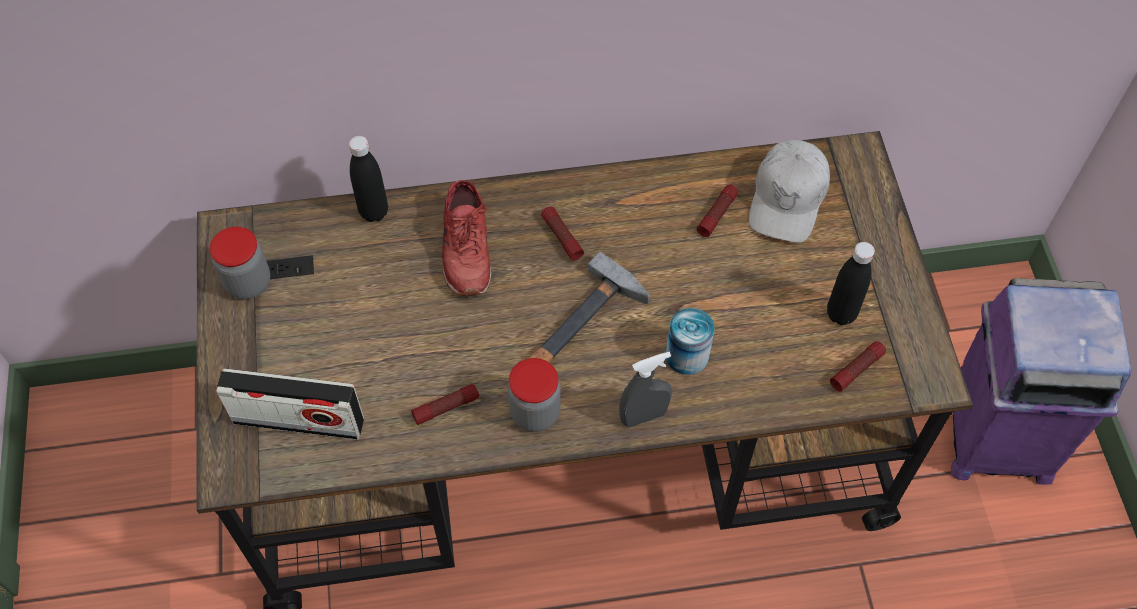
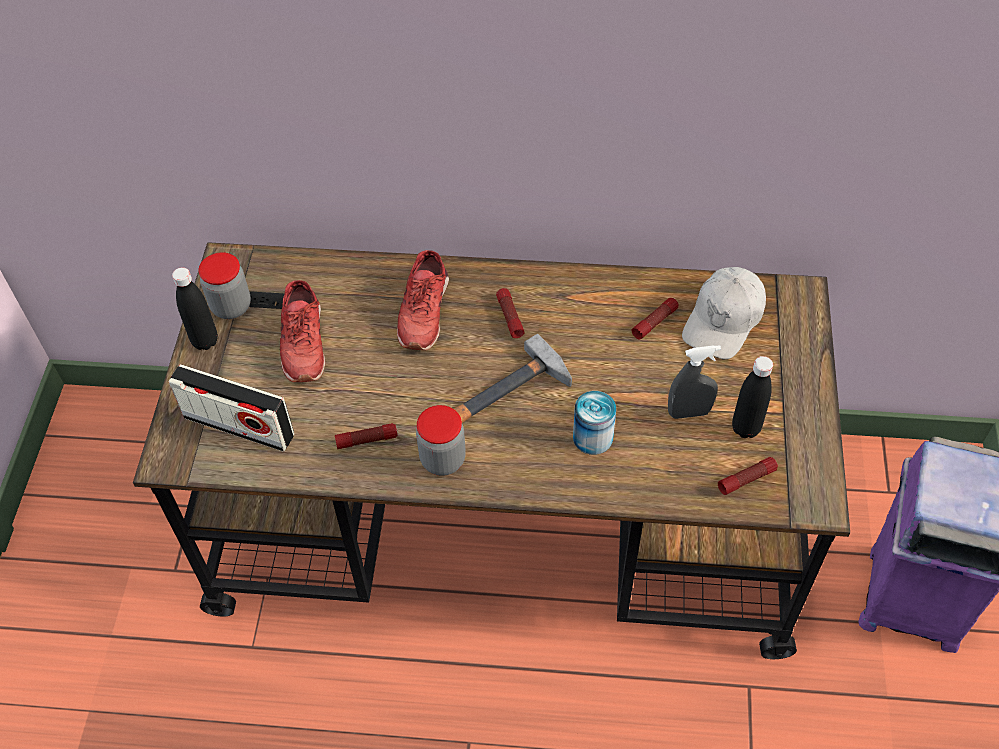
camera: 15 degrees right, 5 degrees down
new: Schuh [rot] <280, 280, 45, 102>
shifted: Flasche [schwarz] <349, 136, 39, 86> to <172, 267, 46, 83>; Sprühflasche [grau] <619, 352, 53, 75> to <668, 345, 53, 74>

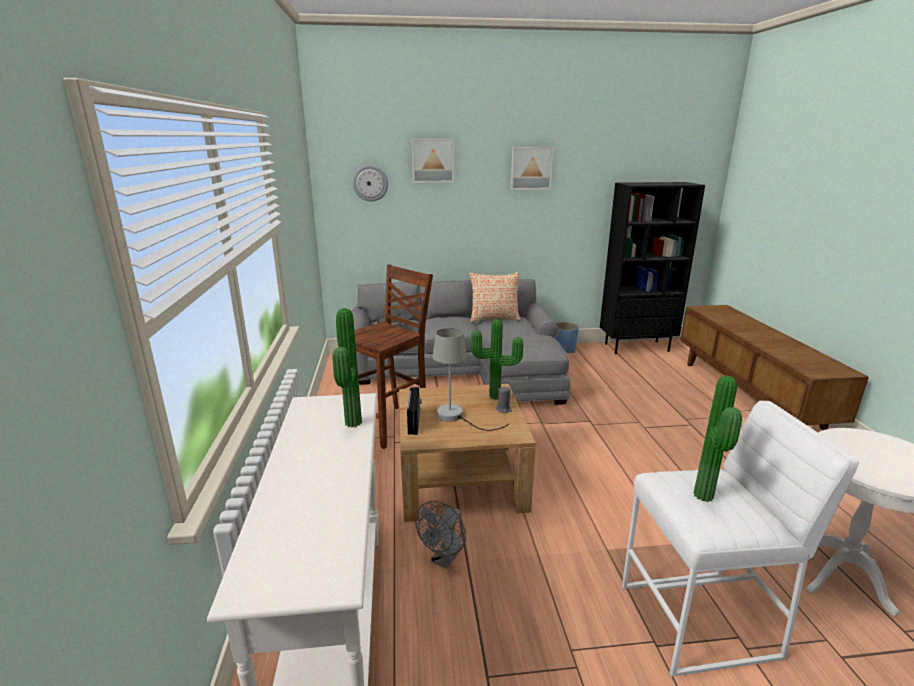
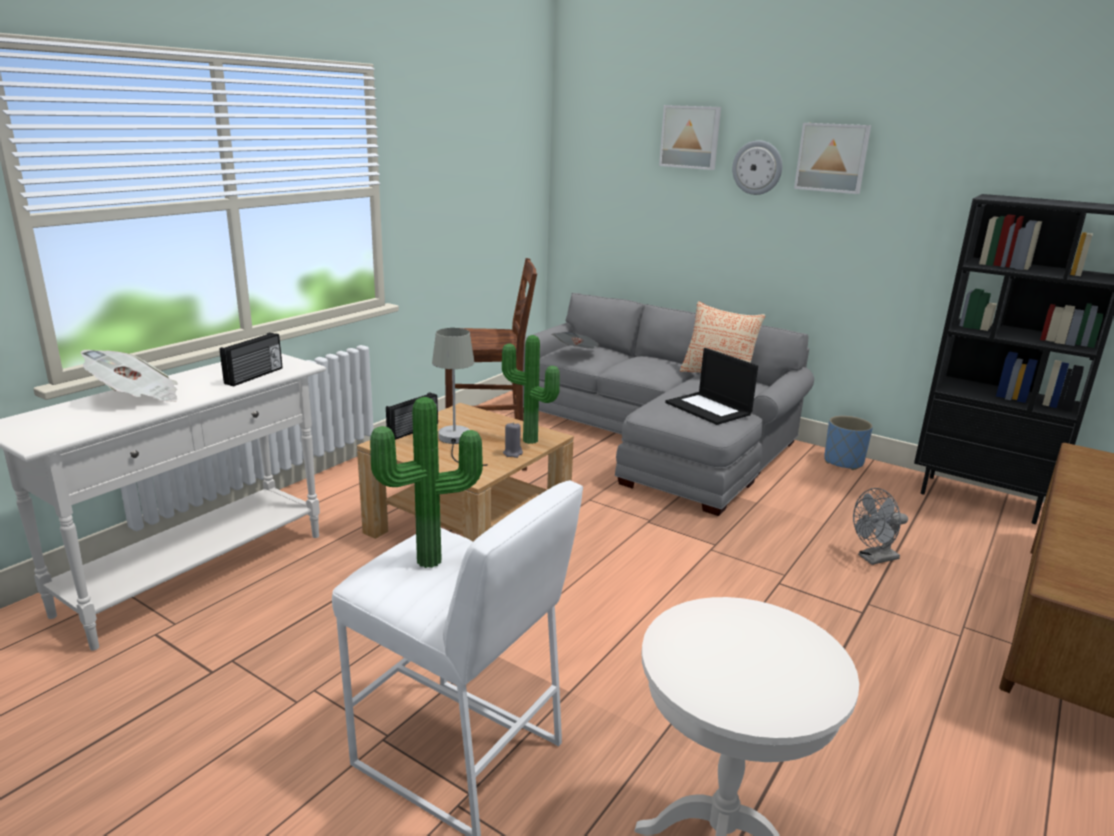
camera: 40 degrees right, 0 degrees up
new: Zeitung <80, 350, 98, 52>; Laptop <665, 348, 93, 77>
shifted: Wanduhr <353, 165, 35, 37> to <732, 140, 50, 55>; Ventilator [grau] <415, 501, 51, 67> to <853, 488, 55, 77>
swapped: Topfpflanze <333, 308, 29, 119> to Radio <220, 333, 63, 53>

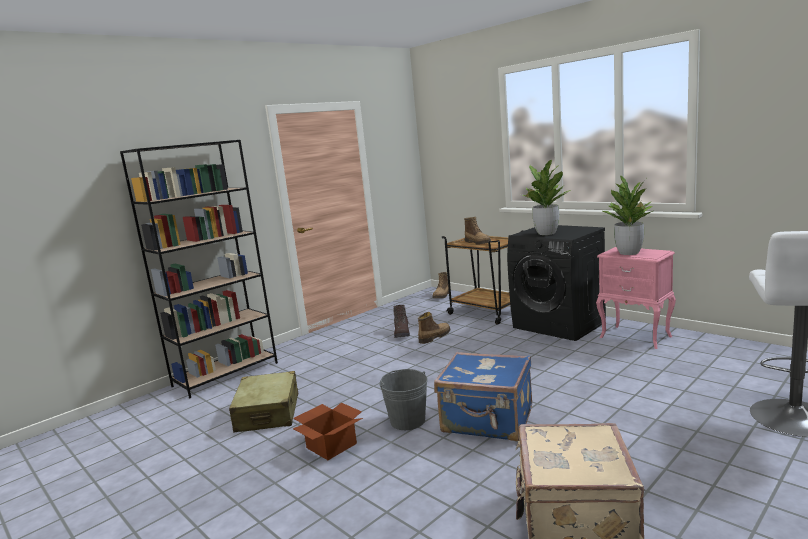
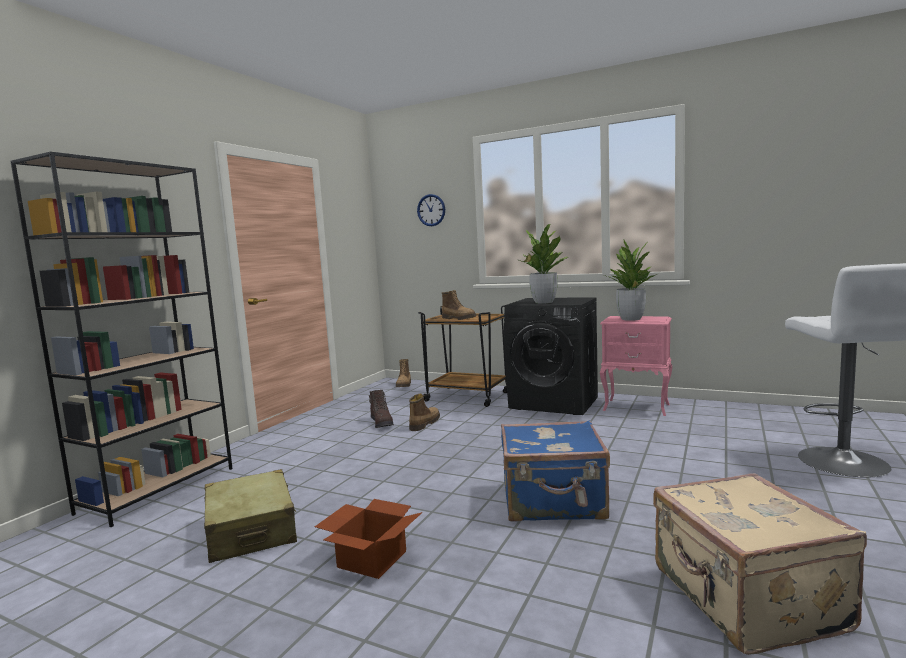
camera: 20 degrees left, 5 degrees down
gone: Eimer [grau] <379, 369, 49, 61>
new: Wanduhr <417, 194, 28, 32>

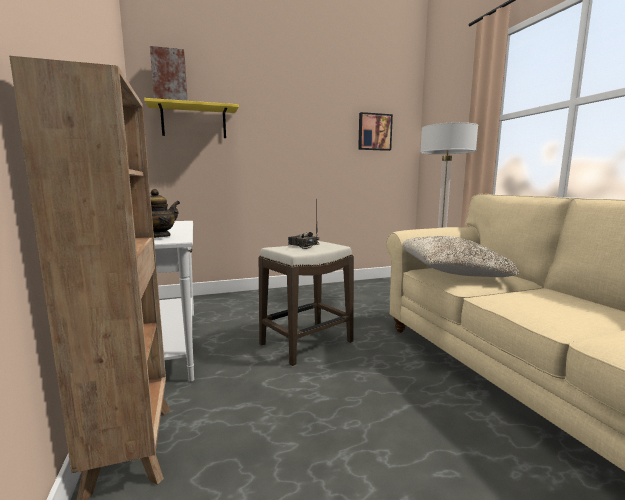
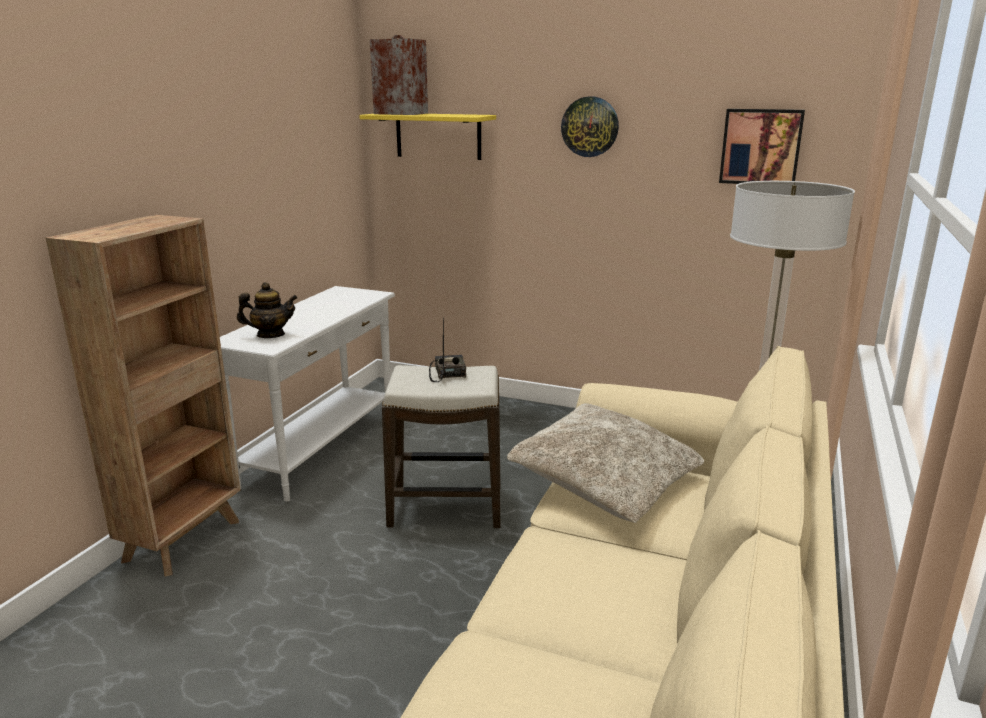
camera: 40 degrees right, 10 degrees up
new: Wanduhr <561, 96, 58, 61>

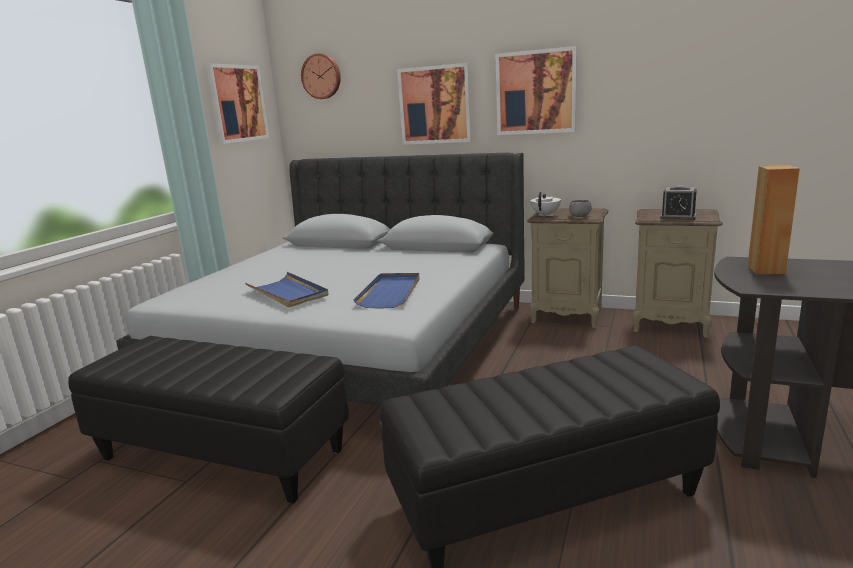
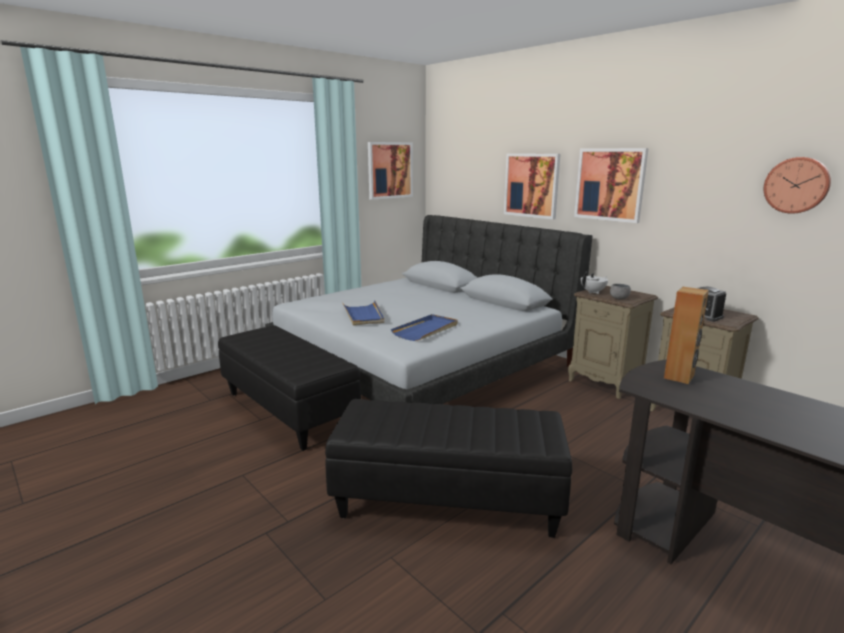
camera: 25 degrees right, 0 degrees up
shifted: Wanduhr <301, 54, 40, 45> to <764, 157, 67, 57>

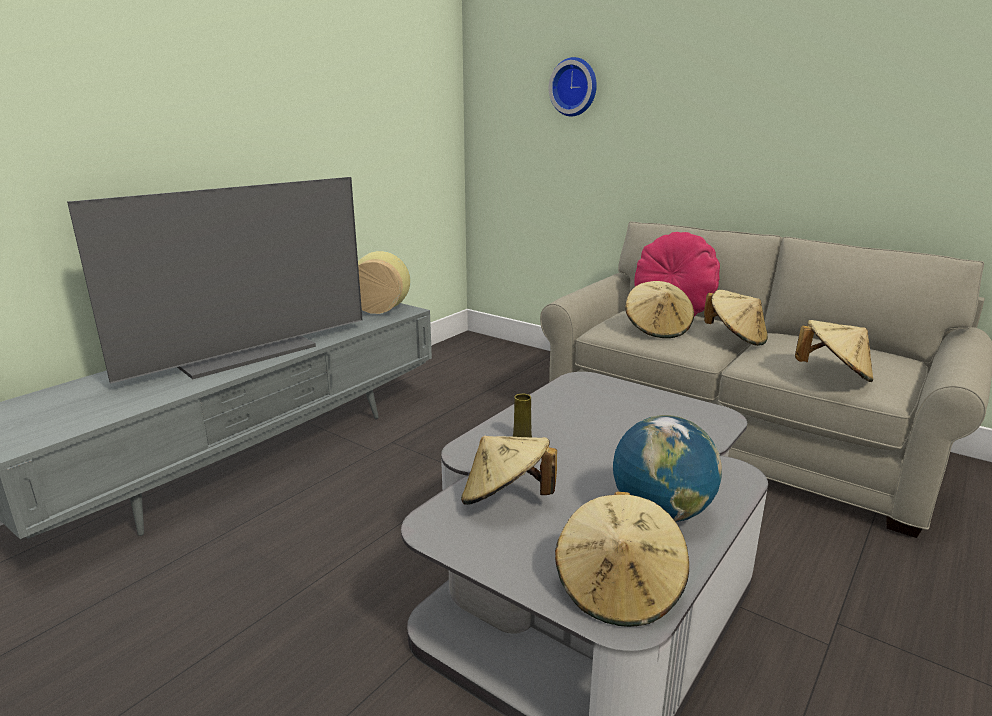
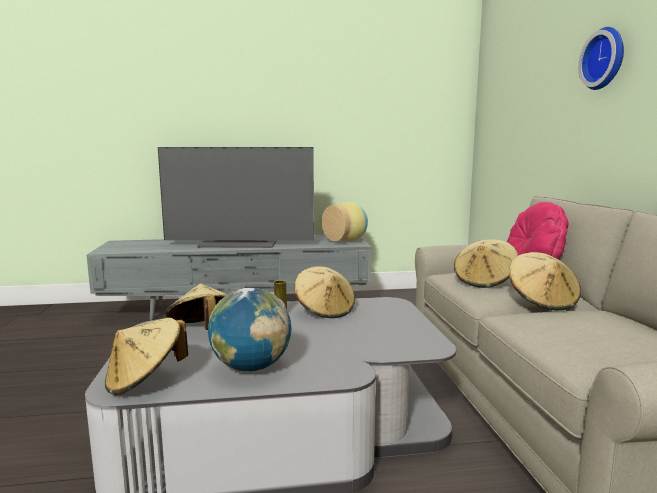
camera: 45 degrees right, 10 degrees down
shifted: Wanduhr <549, 57, 48, 59> to <578, 27, 46, 63>; Hut [beige] <795, 320, 79, 62> to <295, 266, 60, 52>

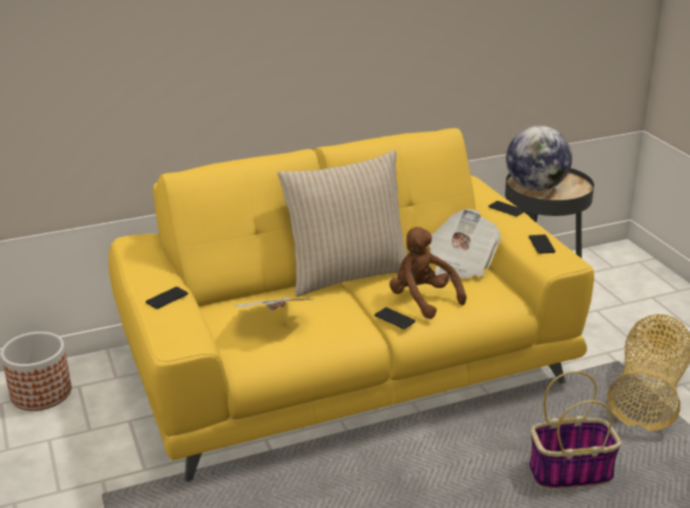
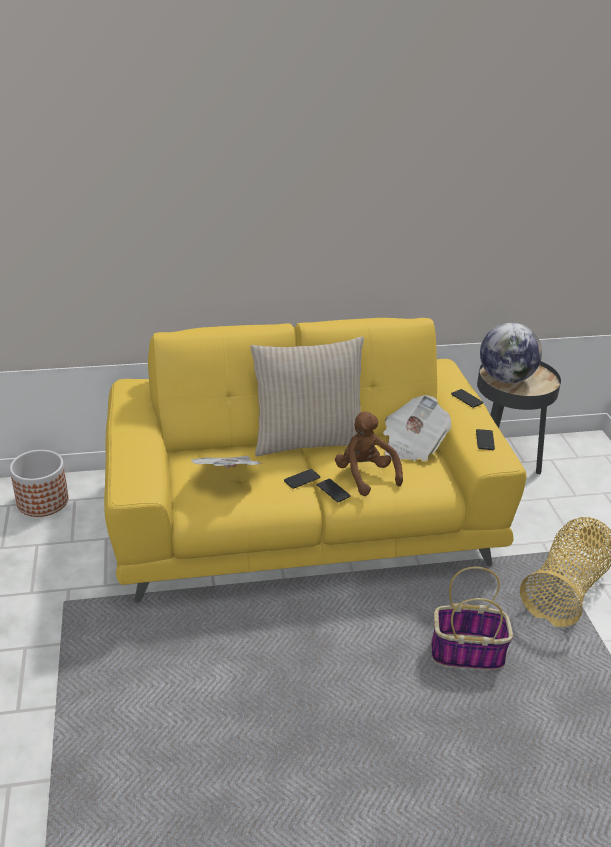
camera: 10 degrees right, 5 degrees up
shifted: Handy <146, 287, 42, 22> to <284, 469, 36, 20>

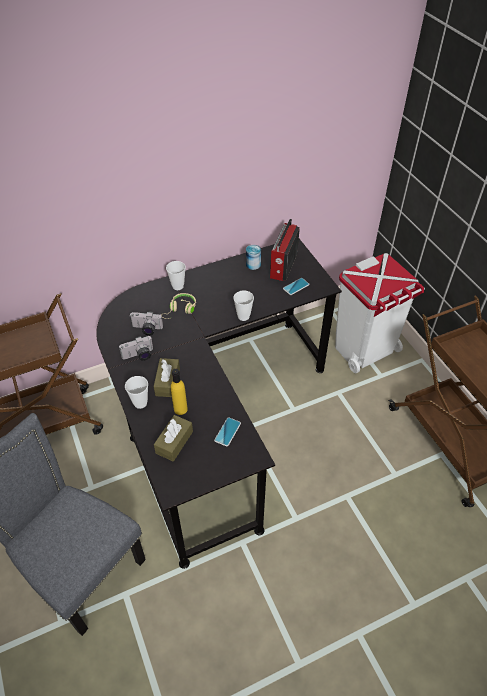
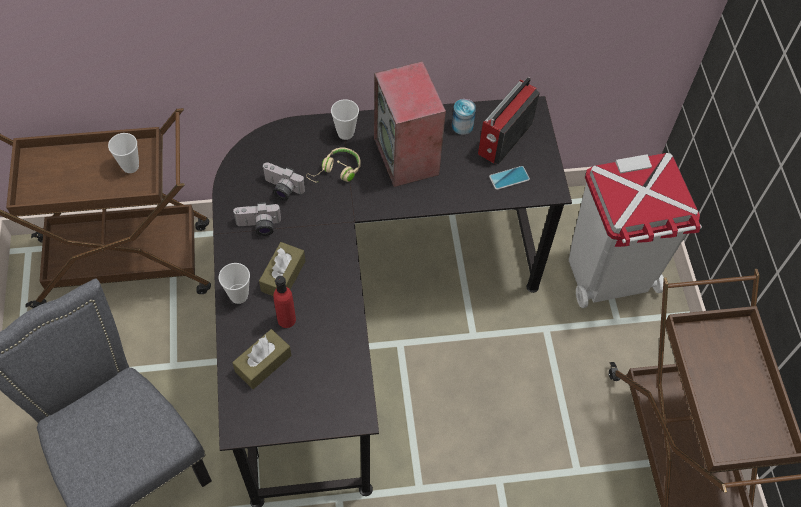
camera: 15 degrees right, 10 degrees up
gone: Handy <214, 417, 27, 30>
new: Lautsprecher <374, 61, 72, 126>
shifted: Tasse <233, 291, 21, 30> to <108, 133, 31, 40>
repainted: Flasche [gelb] <171, 369, 17, 46> to Flasche [rot] <273, 276, 23, 52>

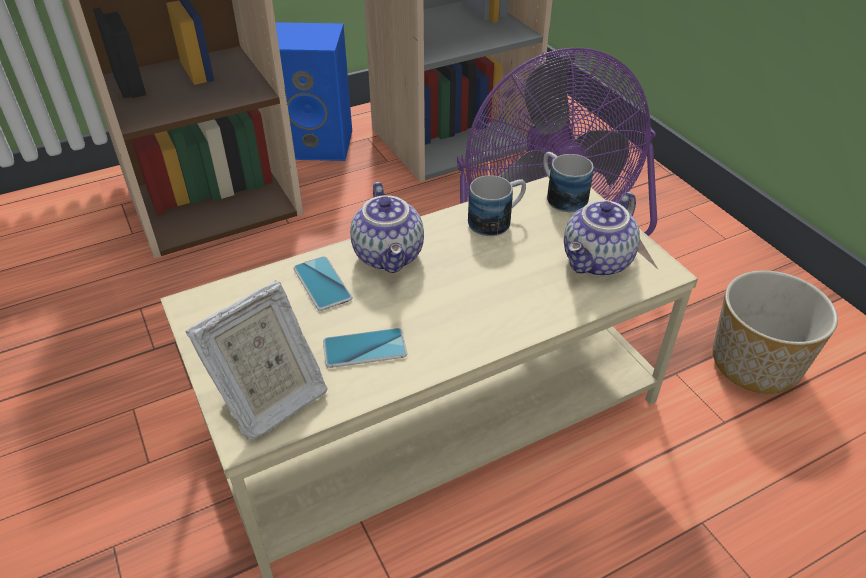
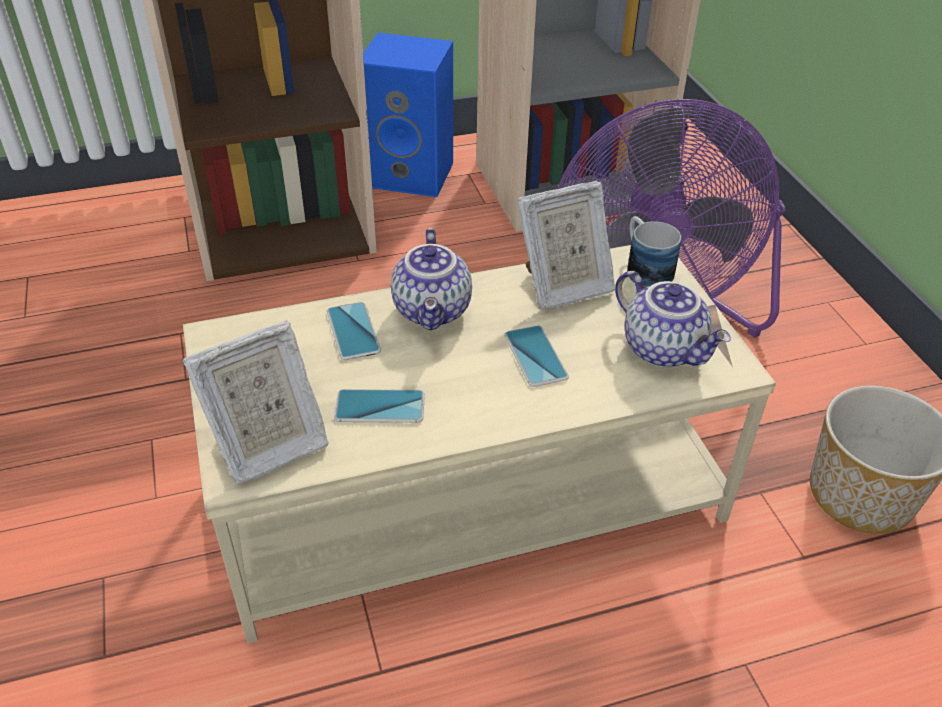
camera: 10 degrees right, 0 degrees up
new: Handy <504, 325, 65, 62>
swapped: Henkelbecher <468, 175, 58, 61> to Bilderrahmen <517, 181, 98, 129>
rotated: Teekanne <564, 192, 76, 85> = <615, 271, 116, 97> 90 degrees counterclockwise

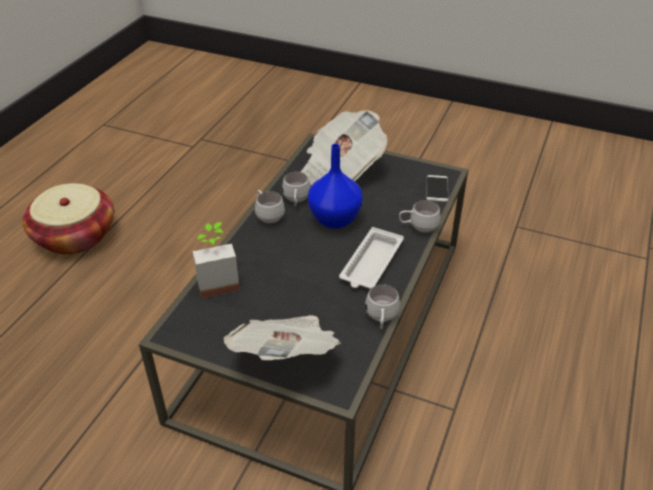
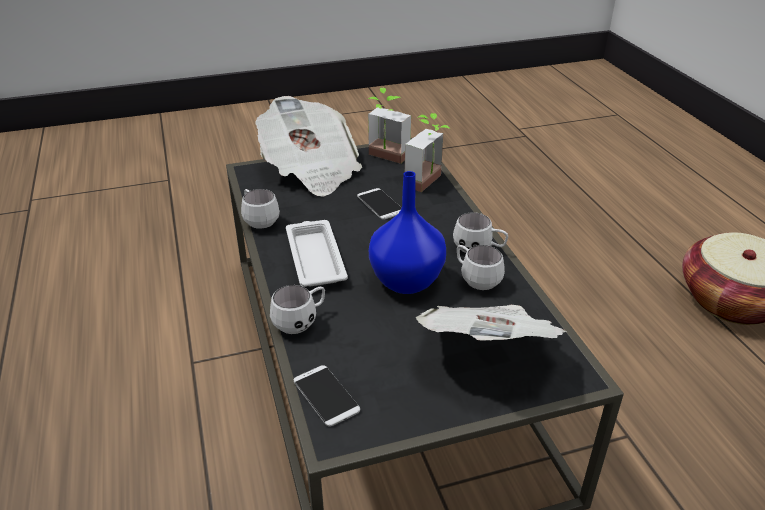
camera: 140 degrees right, 5 degrees down
new: Handy <357, 188, 45, 32>; Topfpflanze <368, 87, 43, 77>

